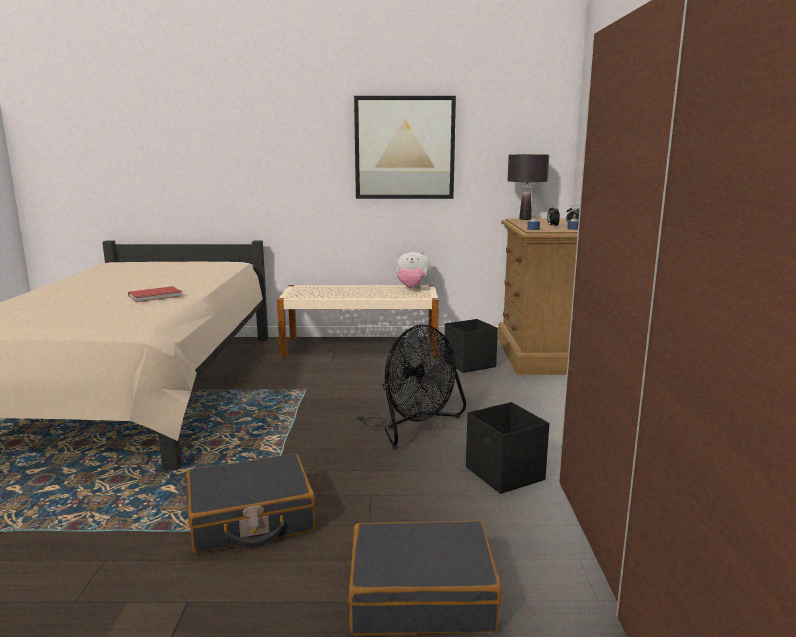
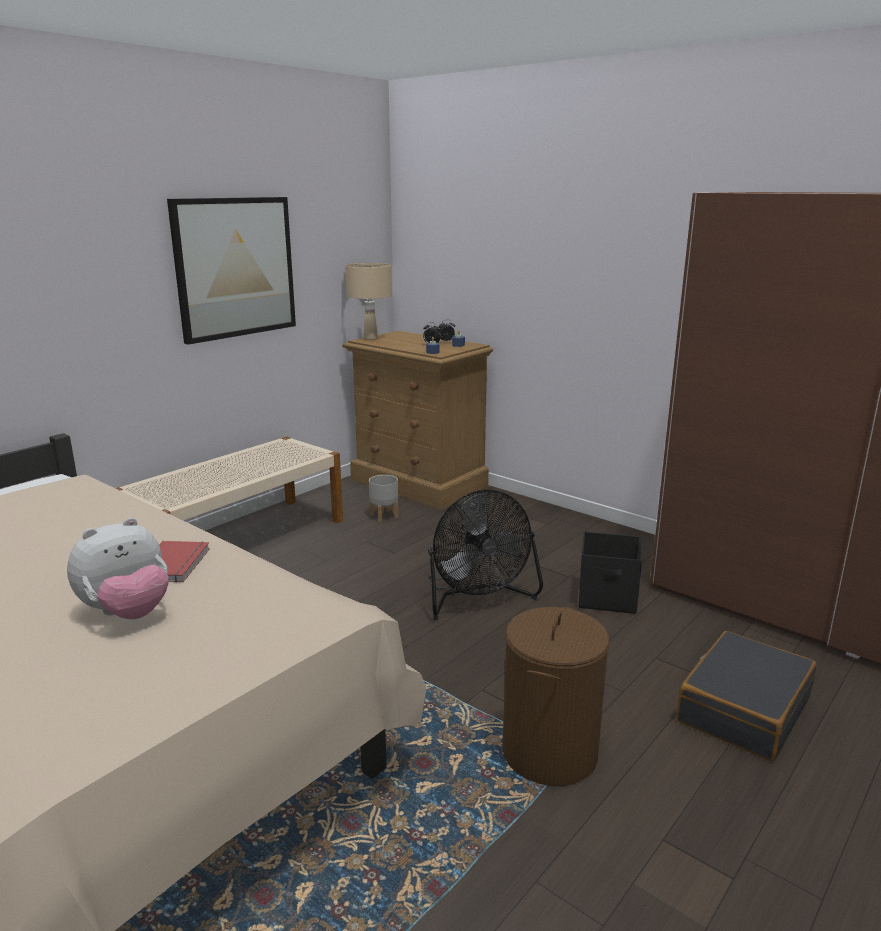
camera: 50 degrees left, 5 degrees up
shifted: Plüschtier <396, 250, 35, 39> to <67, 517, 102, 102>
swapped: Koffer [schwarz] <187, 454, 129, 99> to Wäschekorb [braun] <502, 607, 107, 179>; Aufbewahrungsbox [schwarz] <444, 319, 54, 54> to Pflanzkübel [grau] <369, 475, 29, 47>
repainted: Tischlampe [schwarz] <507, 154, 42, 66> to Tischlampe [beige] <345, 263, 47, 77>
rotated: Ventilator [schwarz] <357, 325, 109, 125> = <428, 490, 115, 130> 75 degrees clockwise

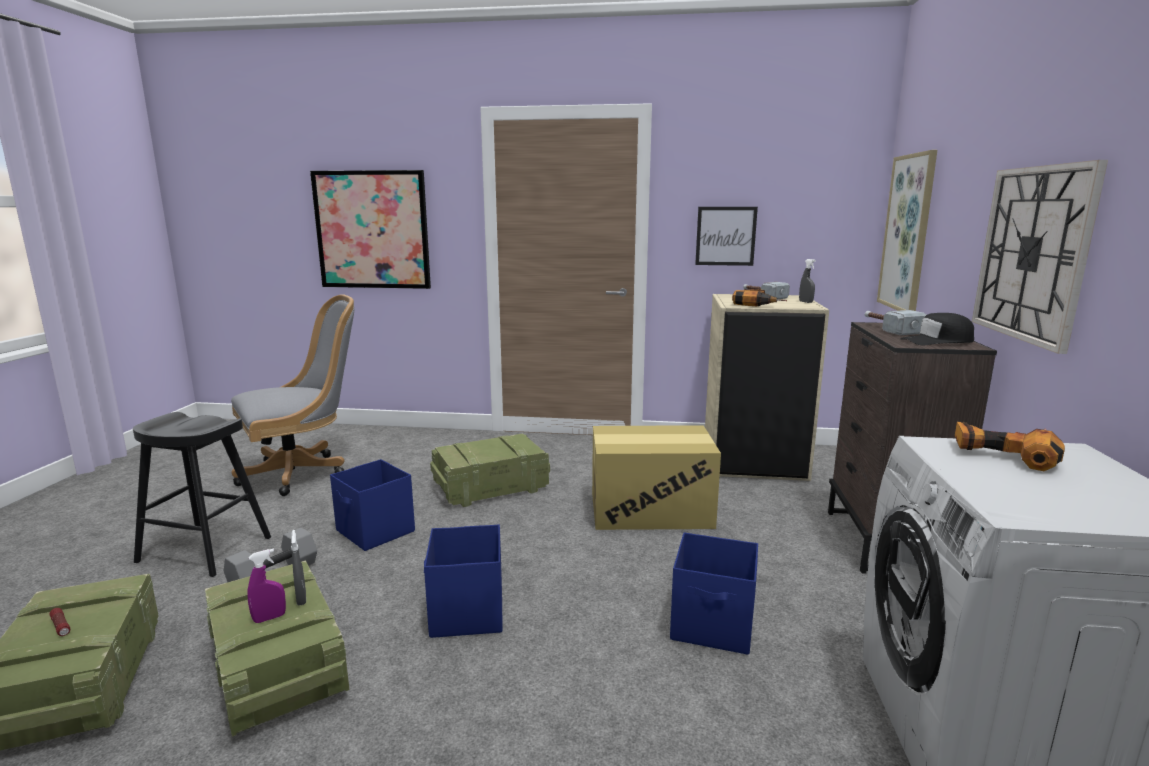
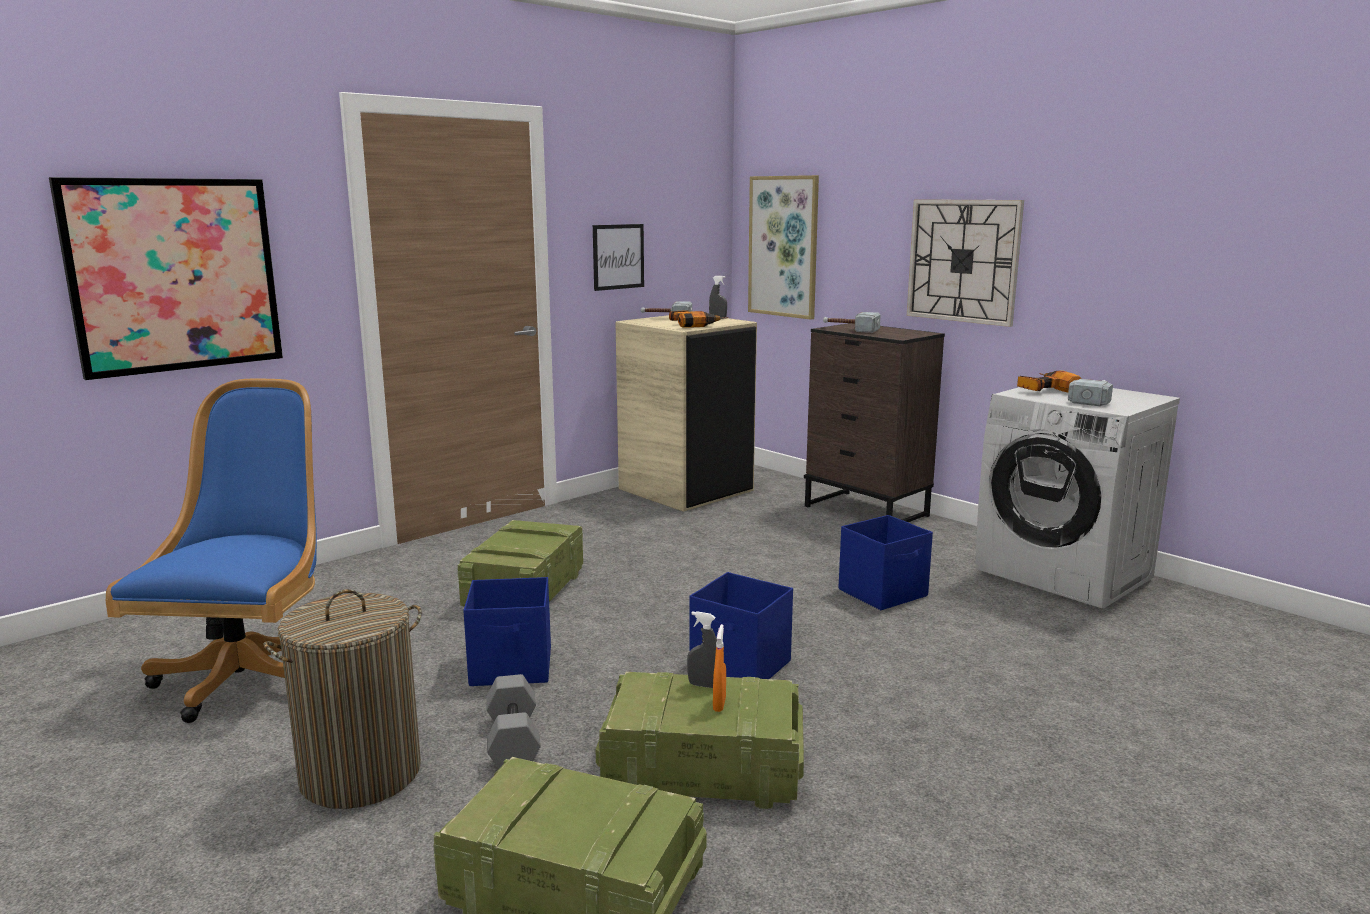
camera: 50 degrees left, 0 degrees up
gone: Taschenlampe <50, 608, 21, 28>; Karton <592, 425, 129, 105>; Kappe [schwarz] <900, 313, 74, 32>
new: Hammer <1068, 379, 45, 27>
swapped: Hocker [schwarz] <133, 412, 138, 165> to Wäschekorb <264, 589, 158, 220>
repainted: Bürostuhl [grau] <231, 294, 123, 202> to Bürostuhl [blau] <105, 379, 212, 344>; Sprühflasche [lila] <247, 549, 39, 74> to Sprühflasche [orange] <713, 624, 13, 88>

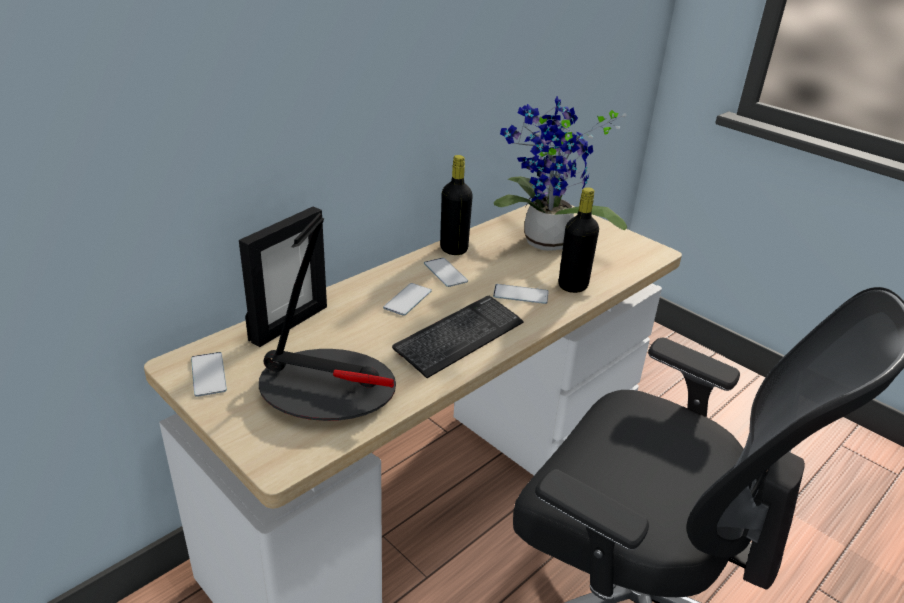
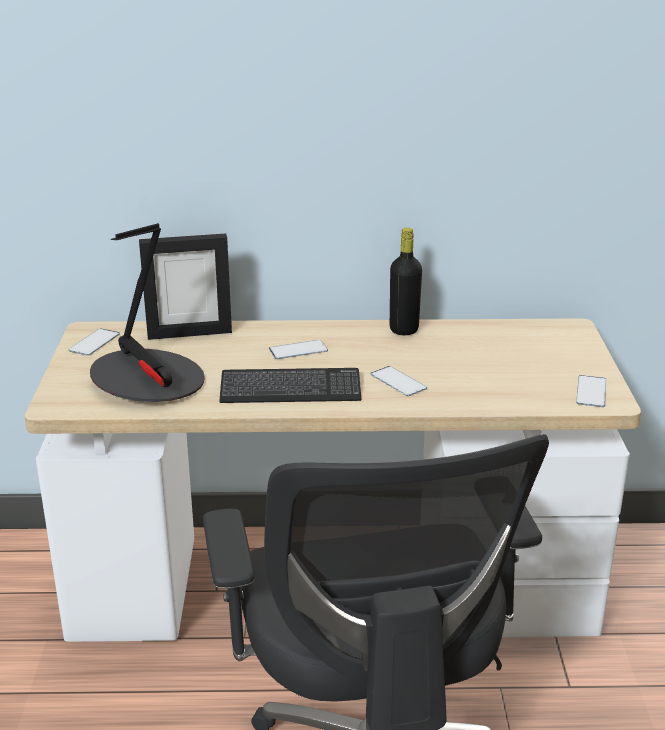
camera: 45 degrees right, 5 degrees down
gone: Topfpflanze <494, 96, 133, 155>; Flasche [schwarz] <559, 187, 40, 106>
shifted: Handy <424, 258, 44, 29> to <576, 375, 30, 32>

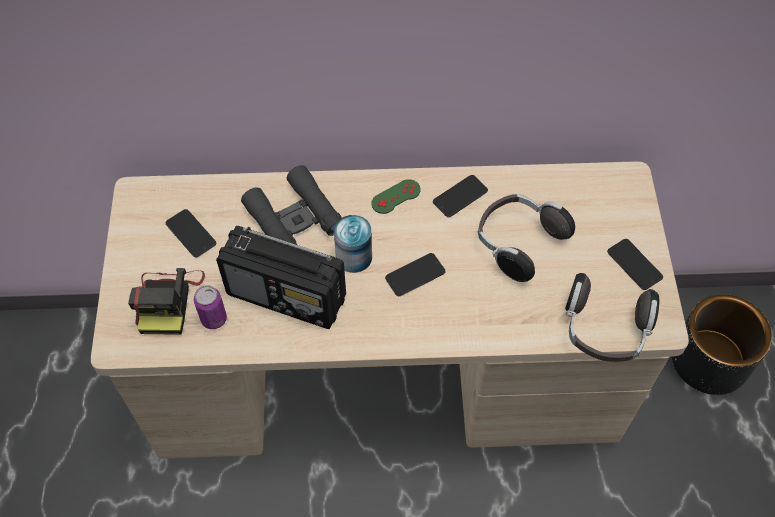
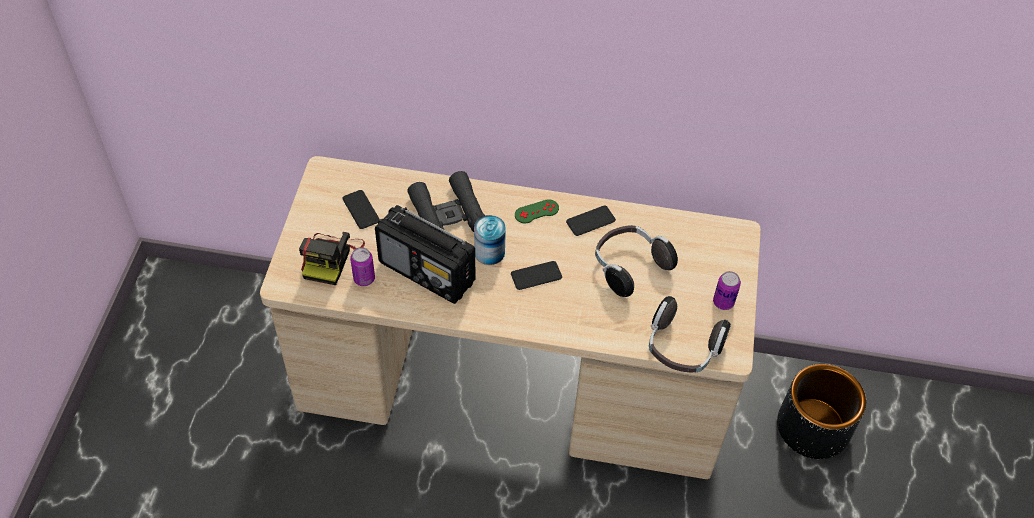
camera: 10 degrees right, 5 degrees down
swapped: Handy <607, 239, 56, 51> to Dose <713, 271, 28, 39>

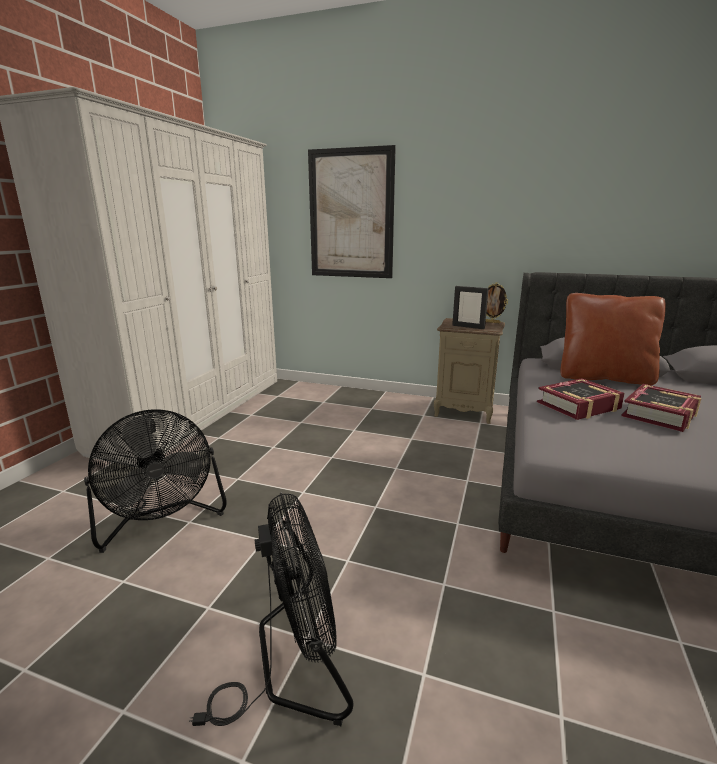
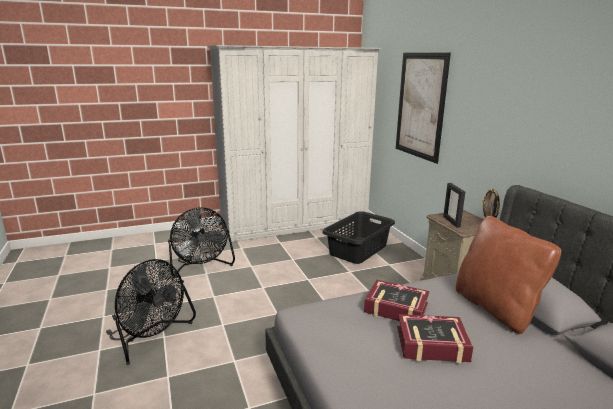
camera: 50 degrees right, 0 degrees up
new: Wäschekorb [schwarz] <322, 211, 73, 53>
rotated: Ventilator [schwarz] <84, 409, 143, 144> = <168, 207, 67, 71> 45 degrees counterclockwise

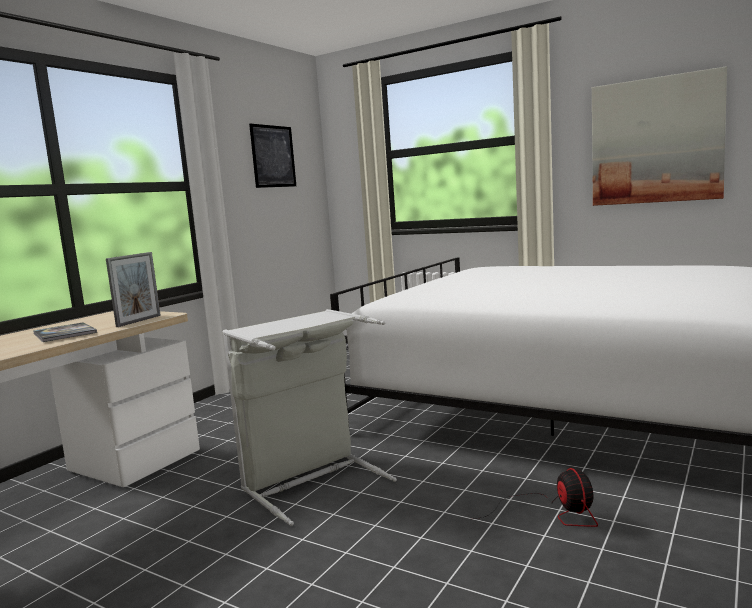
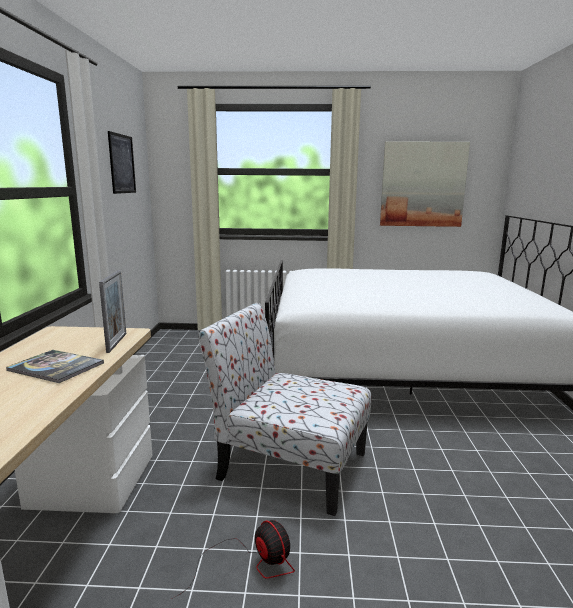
camera: 30 degrees left, 5 degrees up
shifted: Ventilator <473, 468, 125, 59> to <173, 520, 122, 78>
swapped: Wäschekorb [grau] <222, 309, 175, 217> to Stuhl <198, 303, 173, 213>

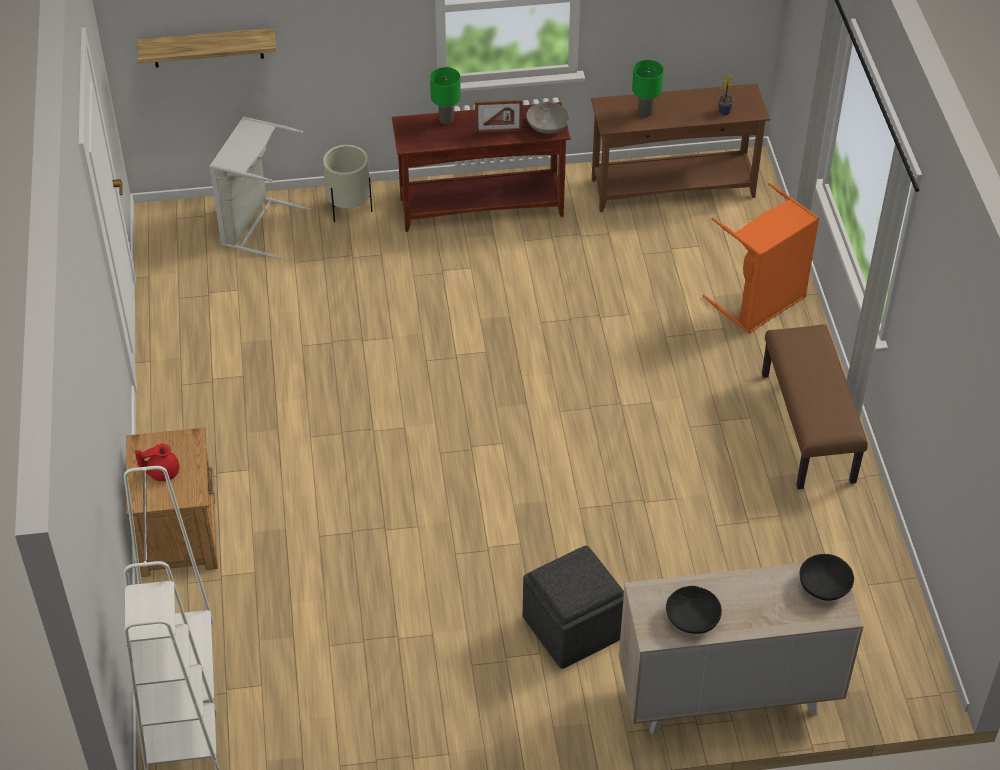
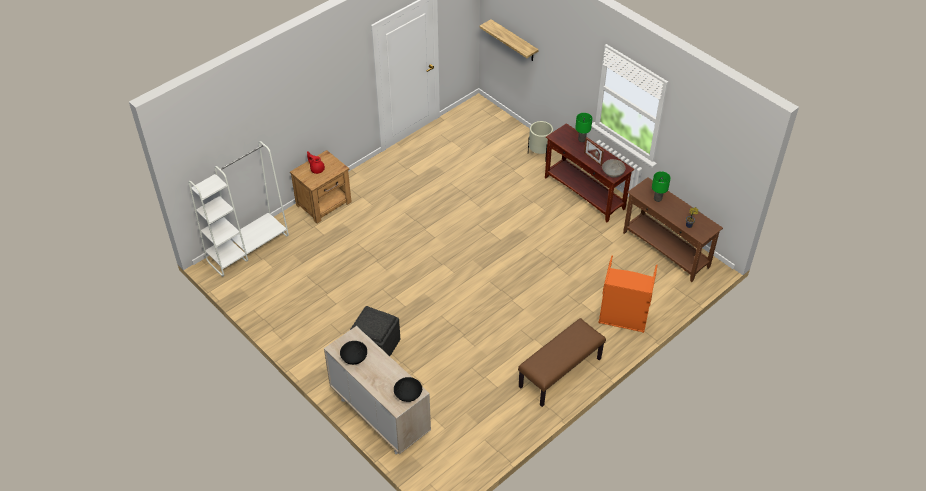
camera: 55 degrees right, 0 degrees up
gone: Wäschekorb [grau] <209, 116, 102, 143>

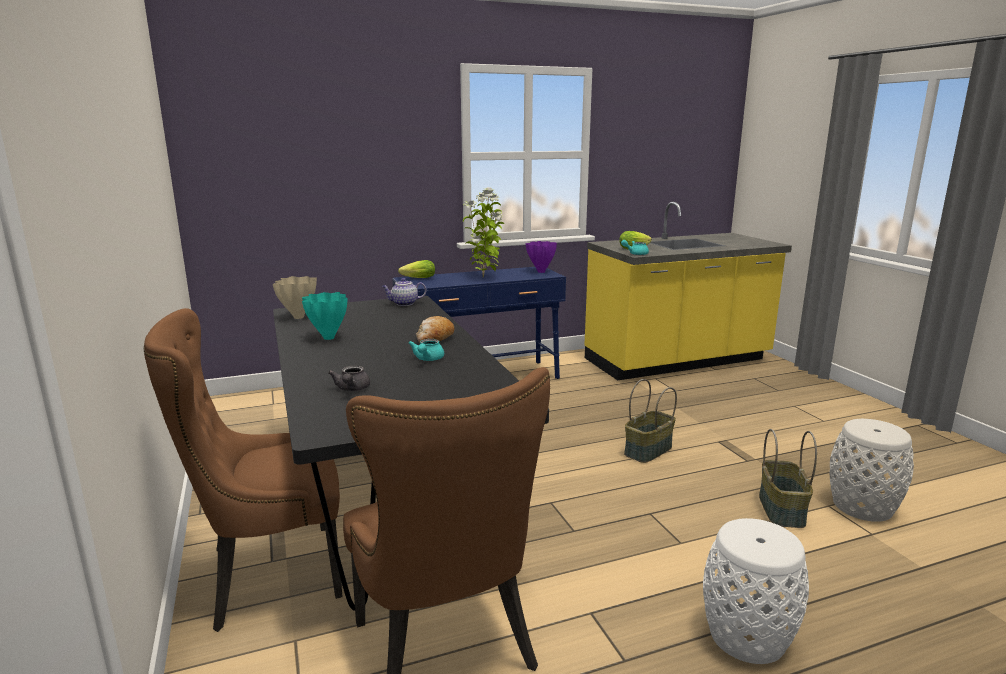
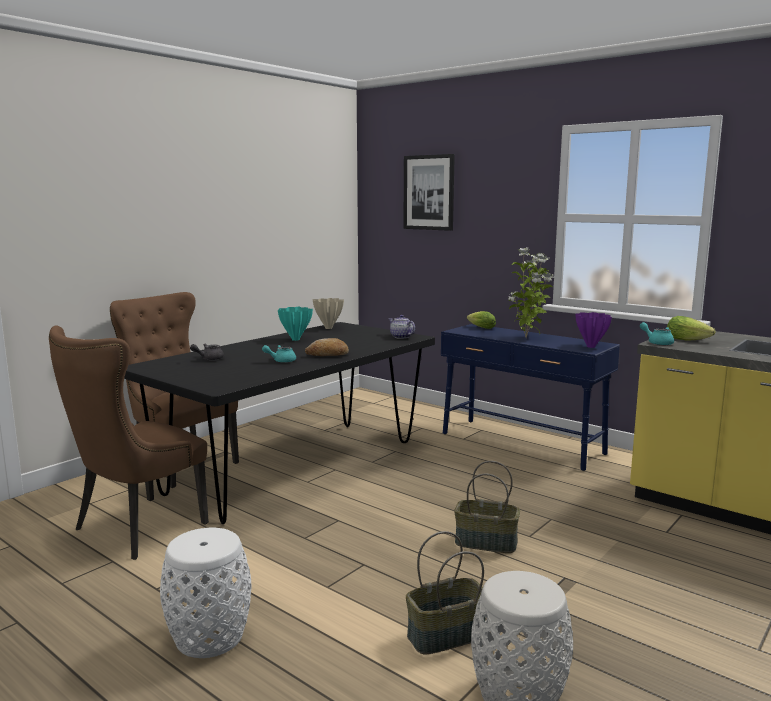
camera: 60 degrees right, 5 degrees down
new: Bild <403, 154, 52, 77>

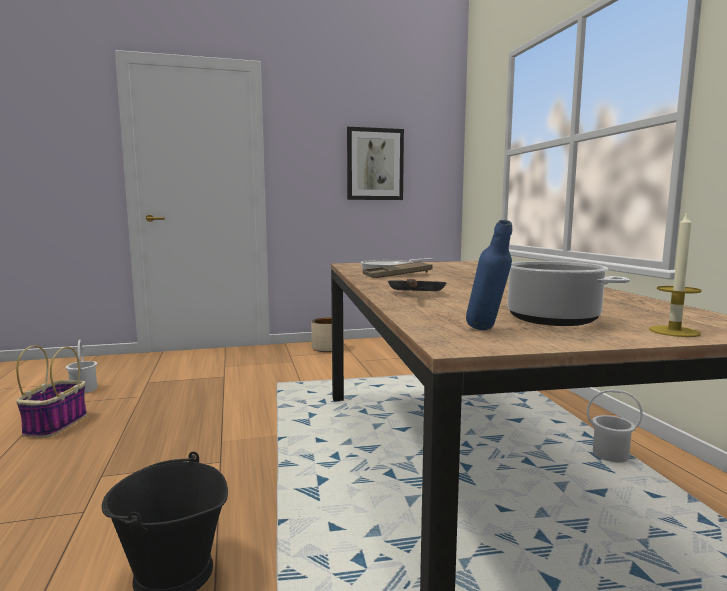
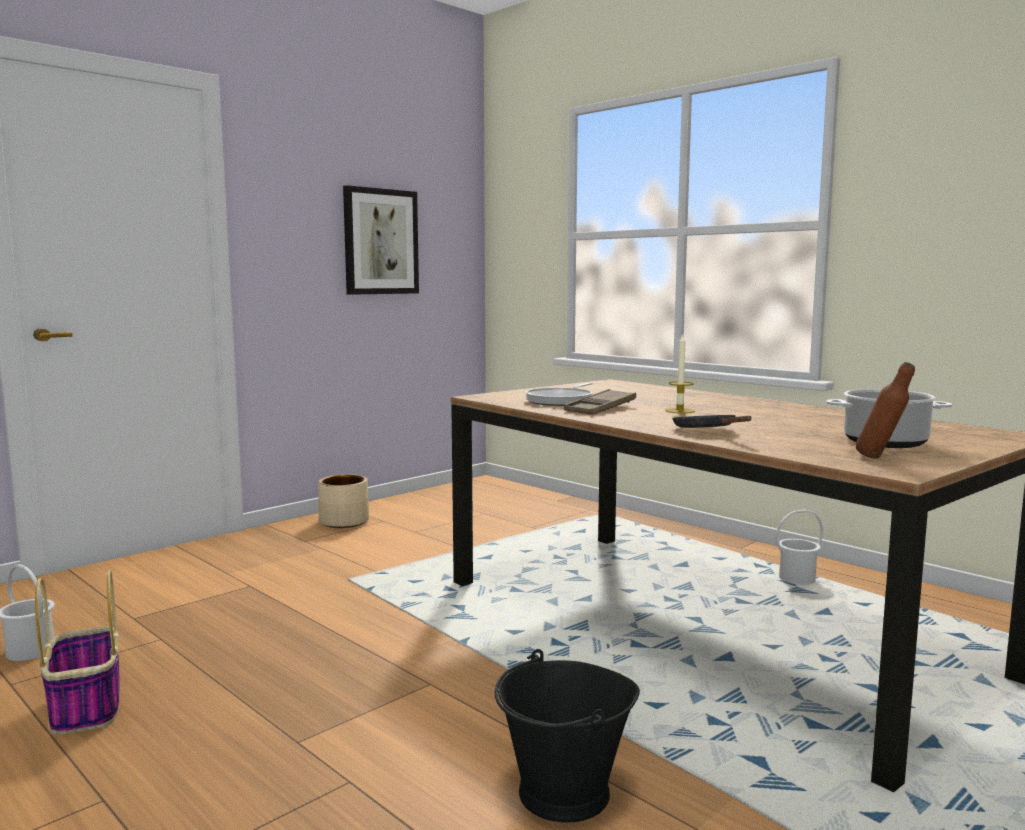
camera: 30 degrees left, 0 degrees up
shifted: Kerze <649, 213, 53, 124> to <665, 333, 30, 81>
repainted: Flasche [blau] <466, 220, 46, 110> to Flasche [braun] <856, 362, 59, 97>

